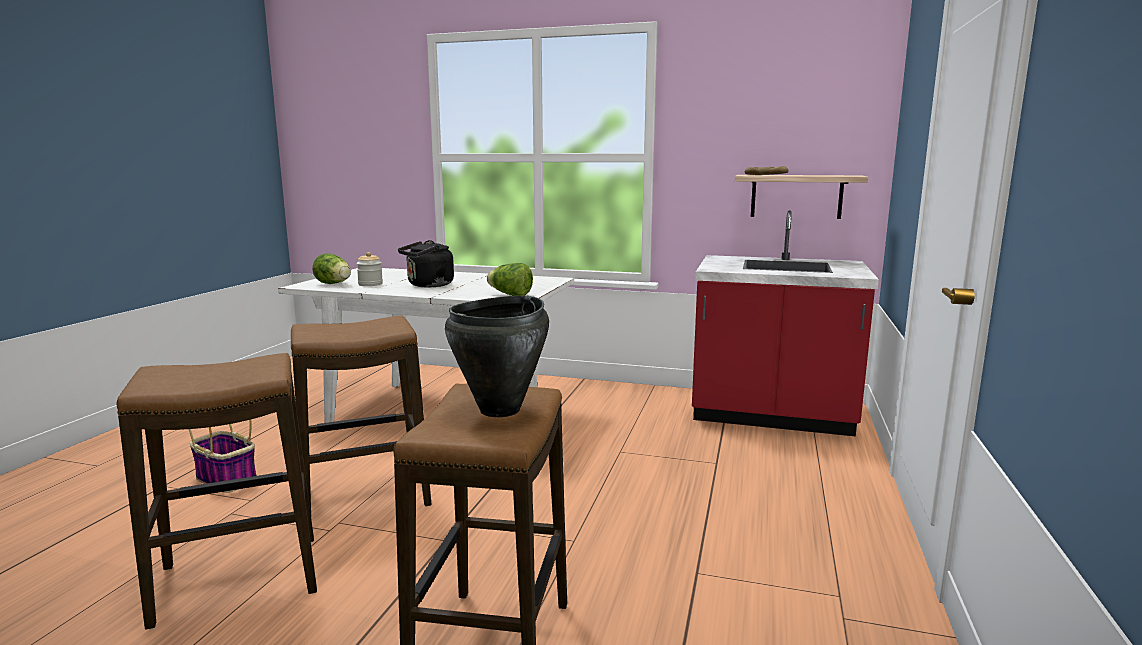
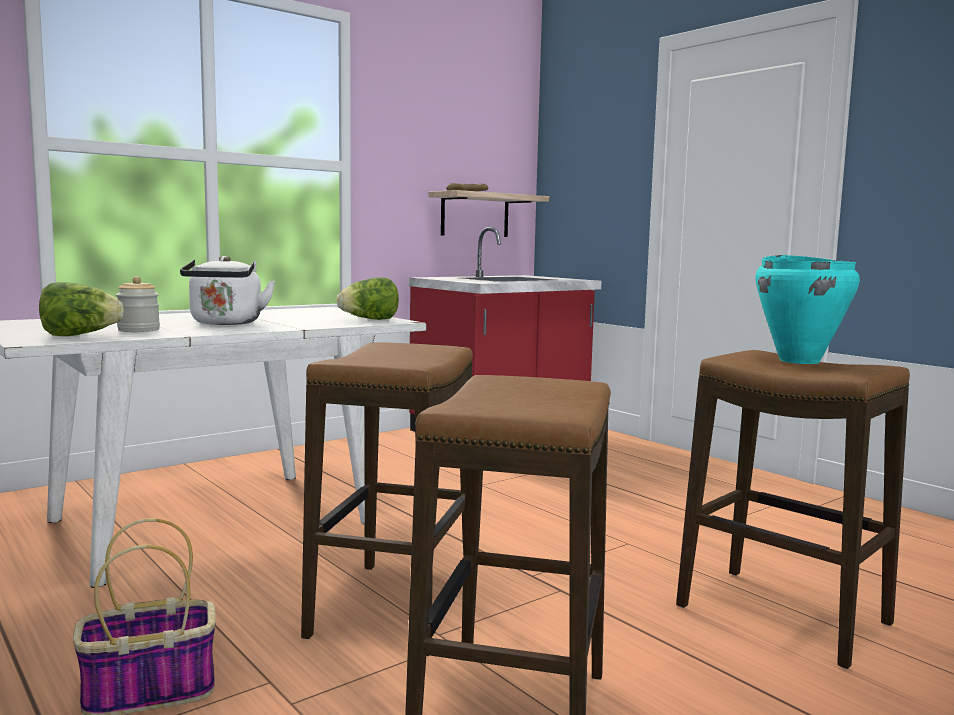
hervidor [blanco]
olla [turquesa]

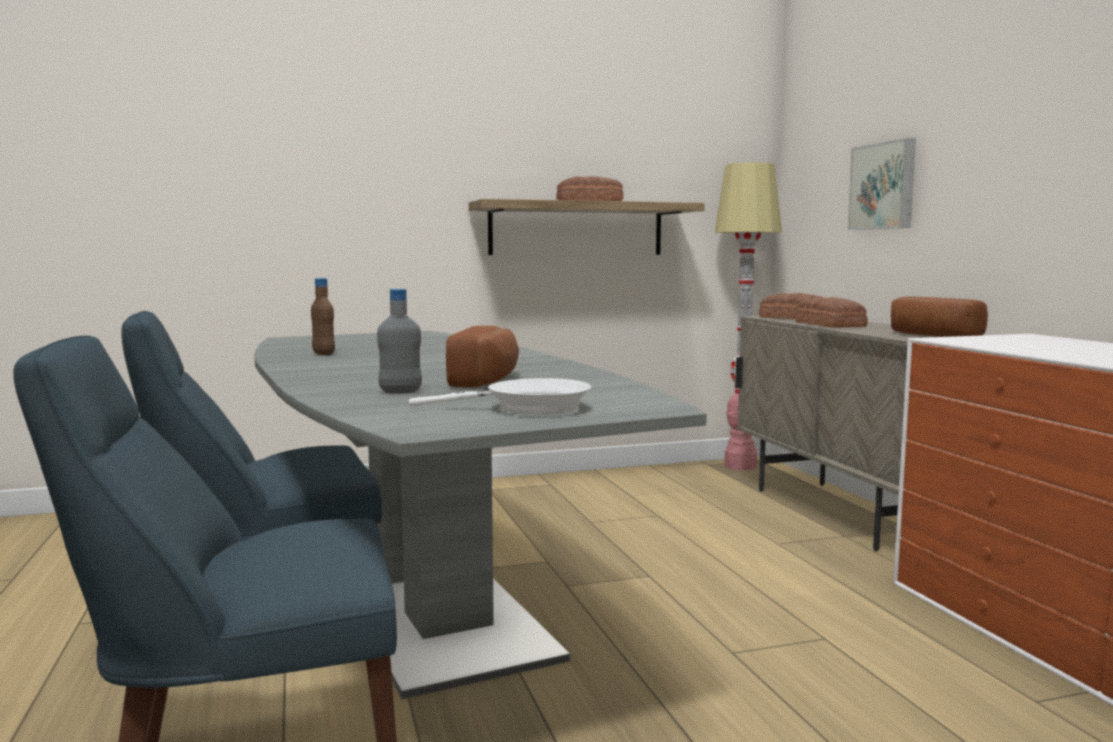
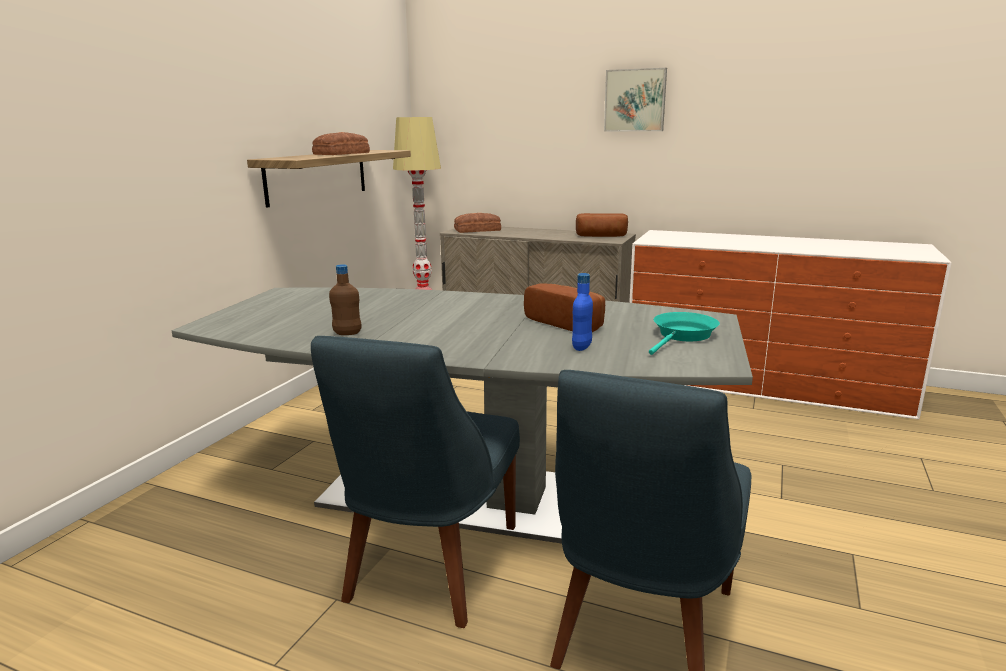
cuadro
botella [azul]
pan (4th from left in the first image)
sartén [turquesa]

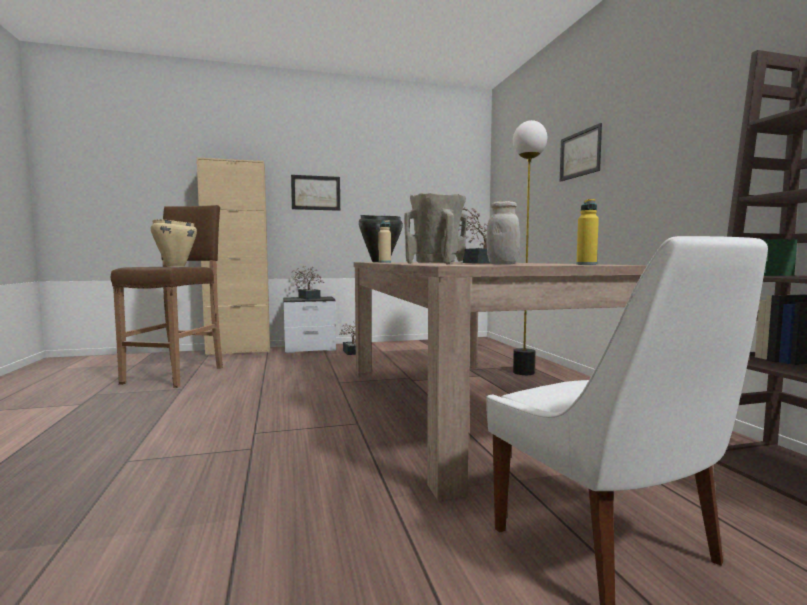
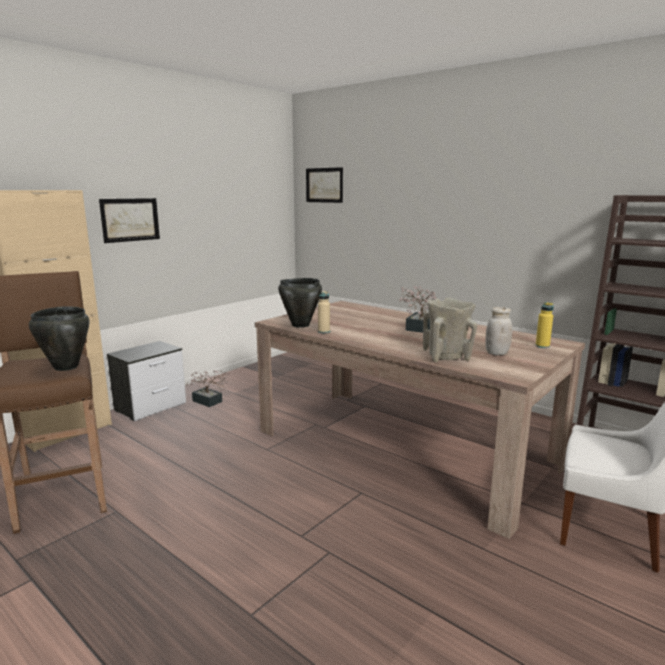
lámpara de pie
cuadro (2nd from left)
olla [negro] (1st from left)
planta en maceta (1st from left in the first image)

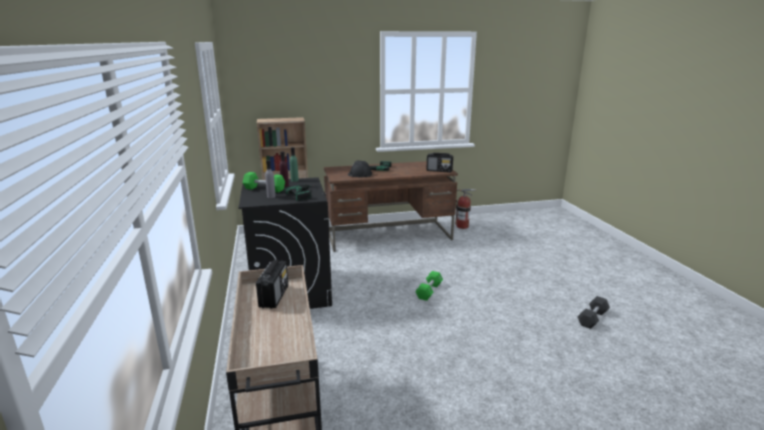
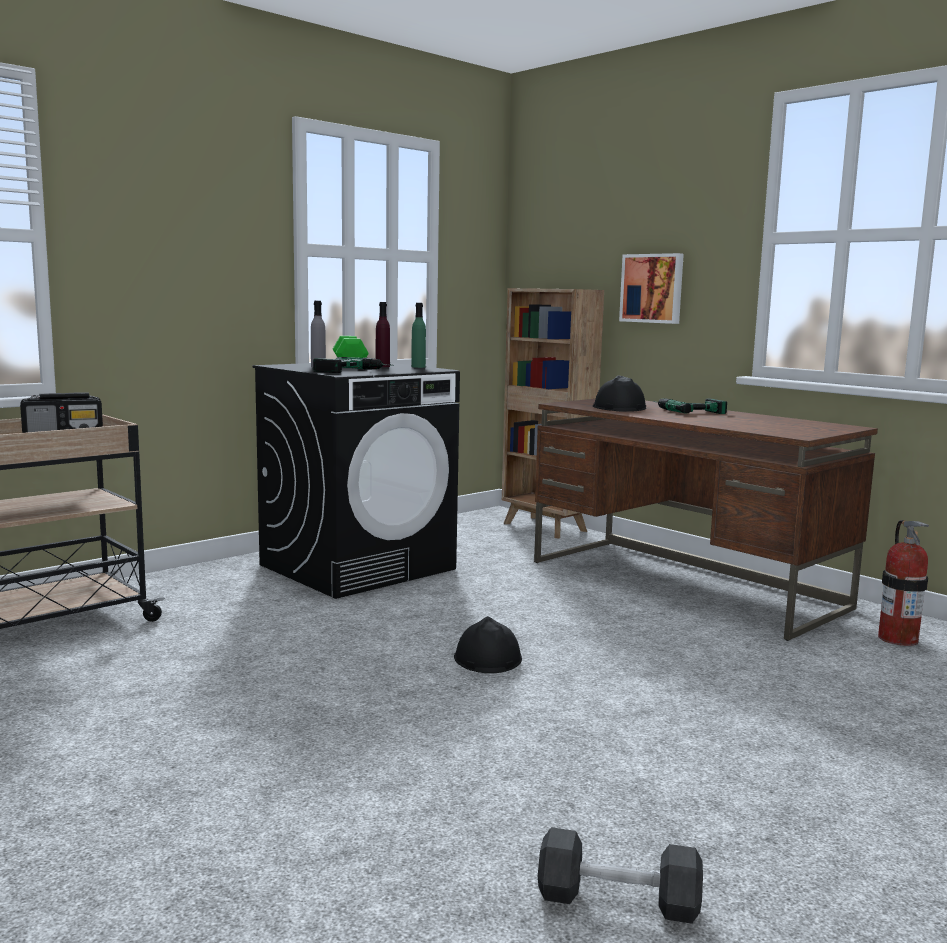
radio (2nd from left in the first image)
casco [negro] (1st from left)
cuadro

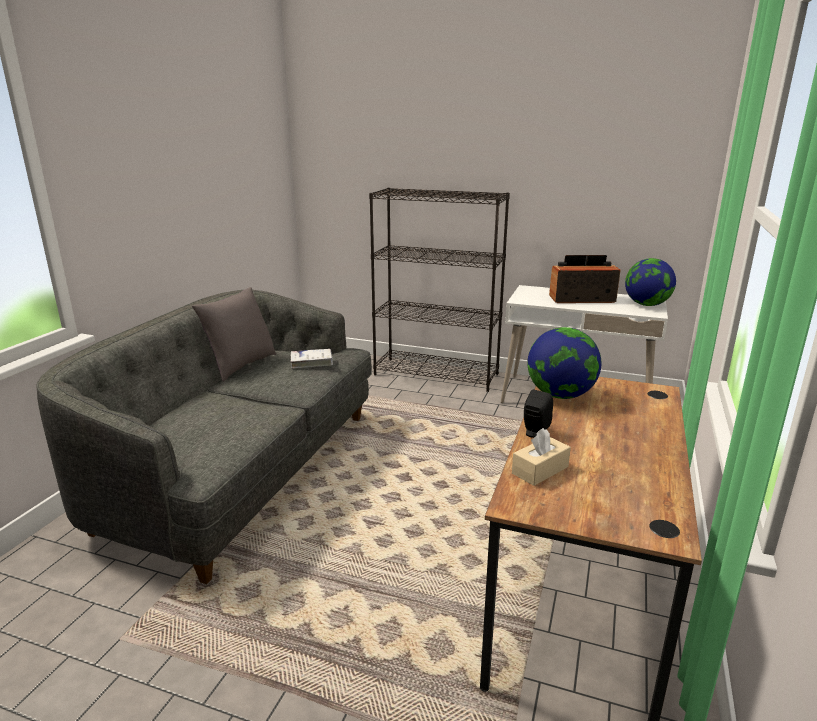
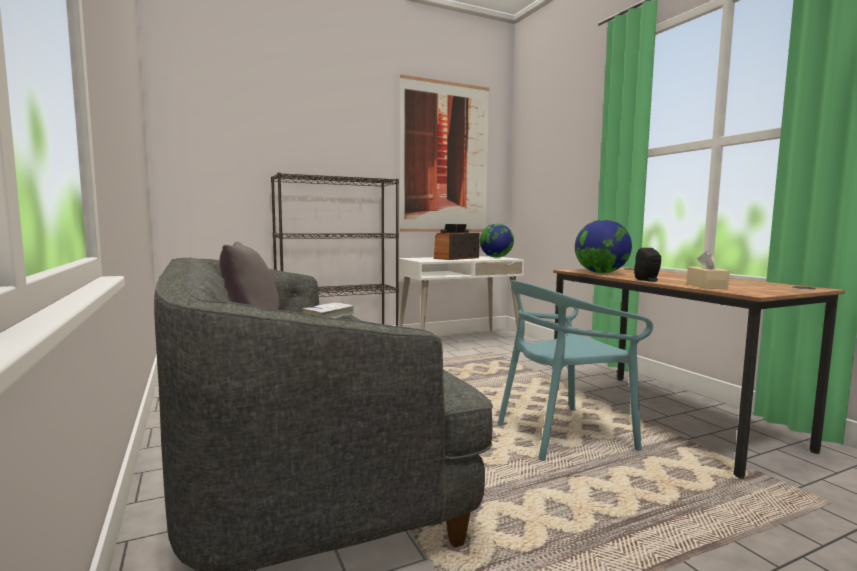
cuadro
silla [turquesa]

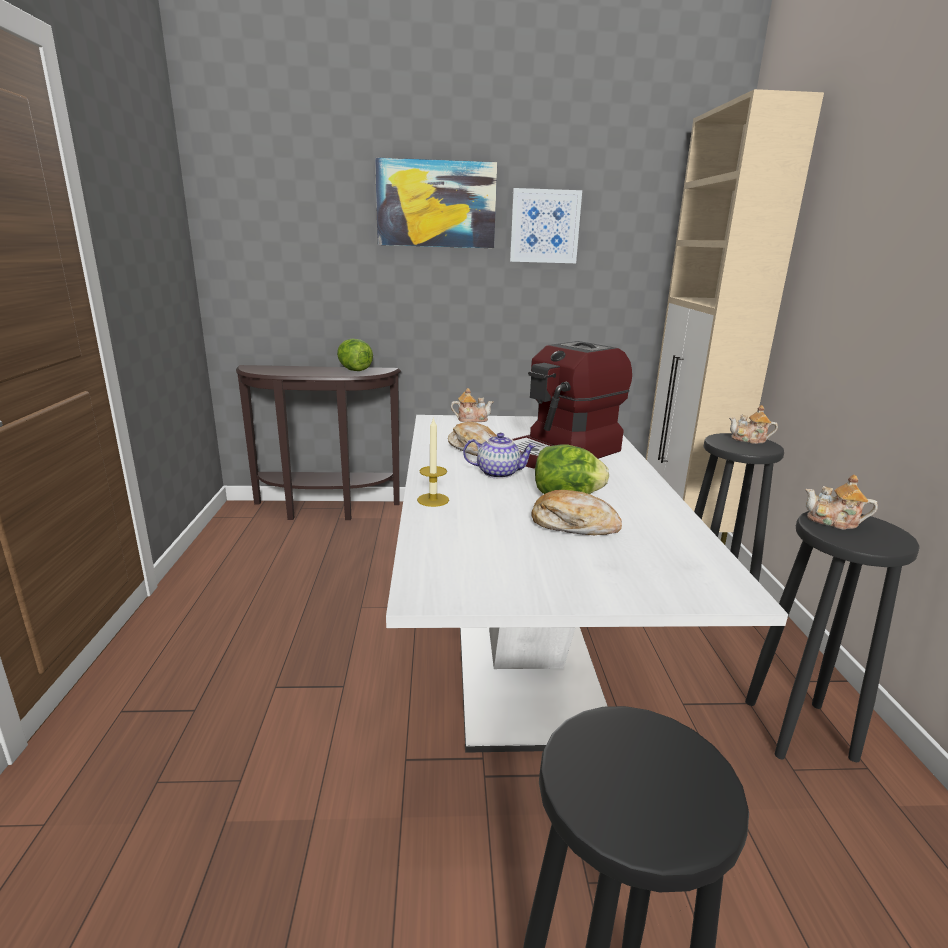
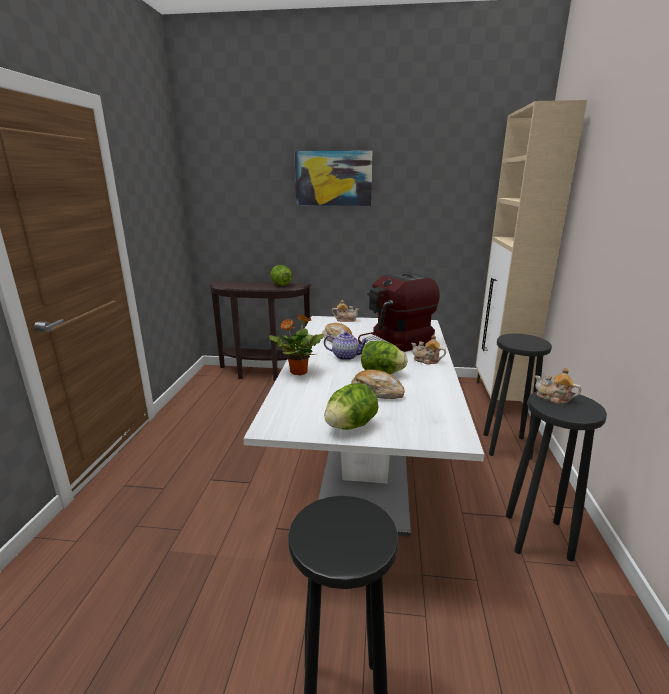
cuadro (2nd from left in the first image)
tetera (3rd from left)
planta en maceta
lechuga (2nd from left)

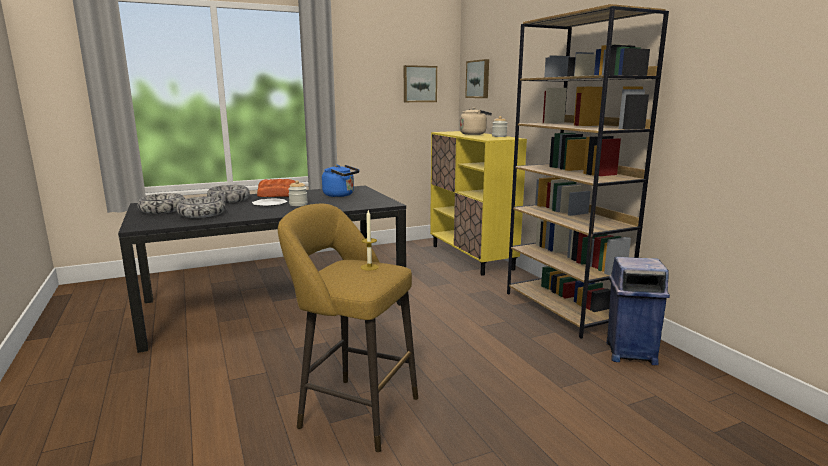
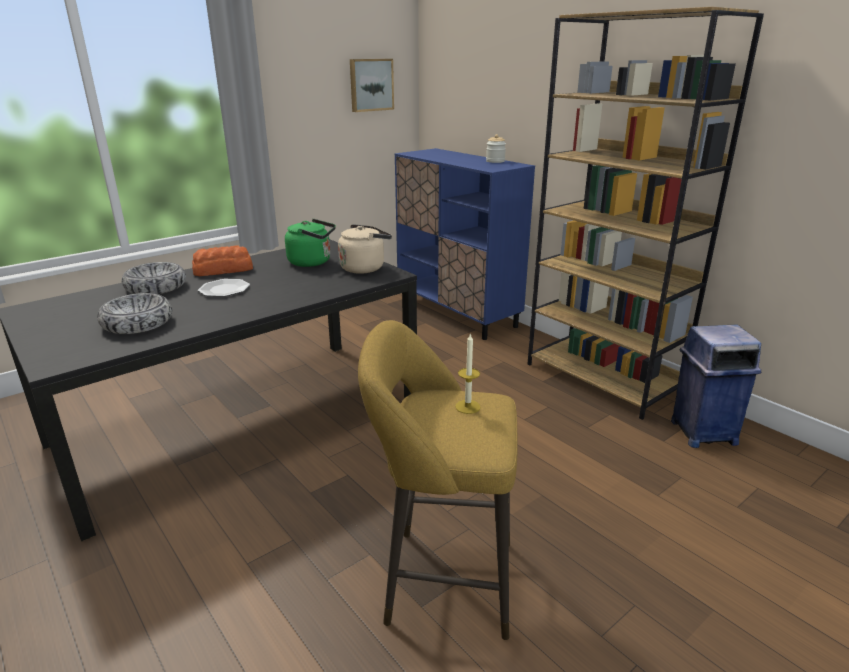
cuadro (2nd from left in the first image)
hervidor [beis]
armario [azul]
hervidor [verde]
tarro (1st from left in the first image)
cuenco (1st from left in the first image)

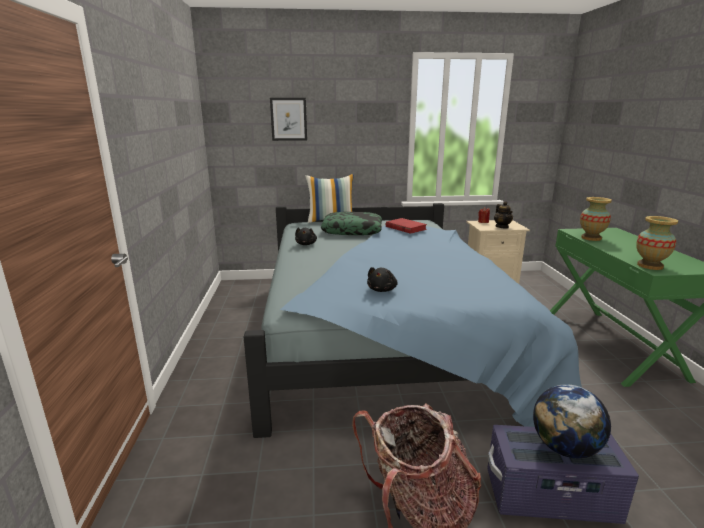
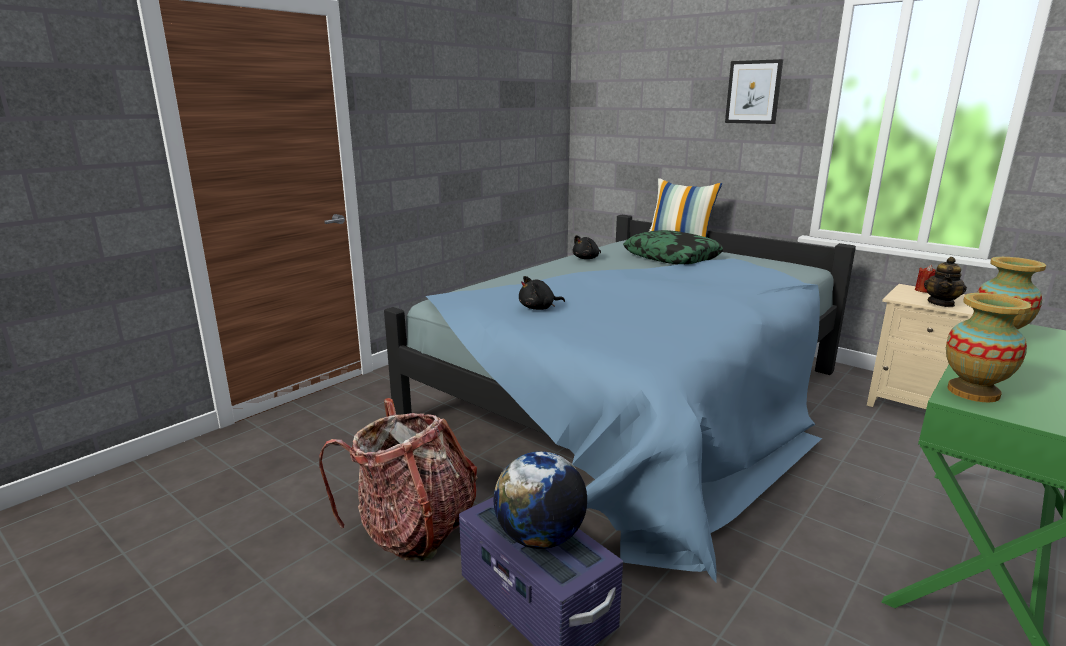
cuadro
libro [rojo]

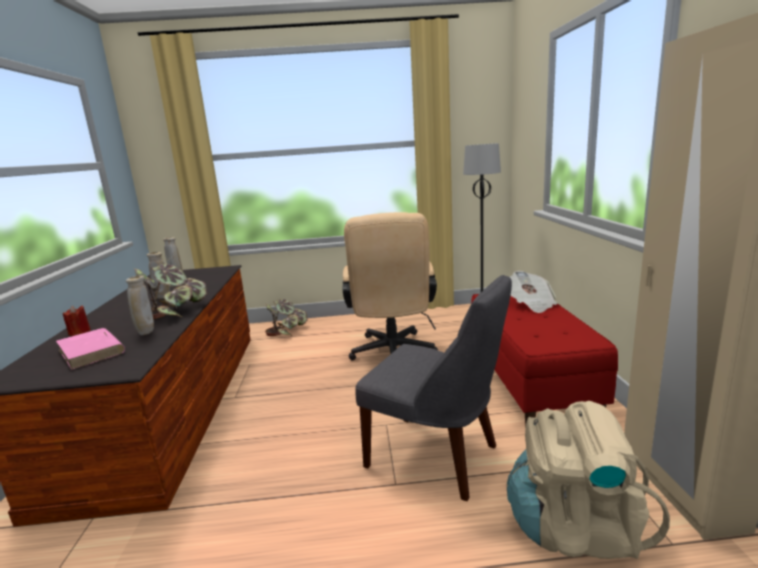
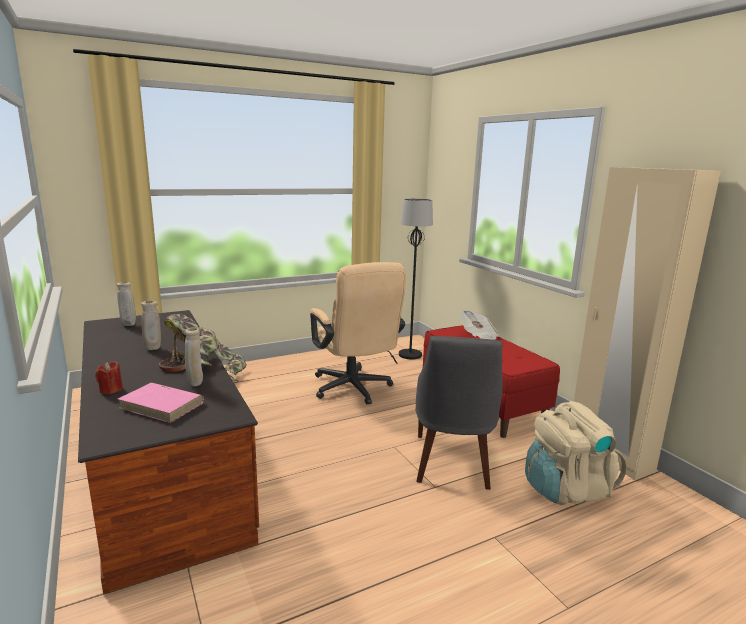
silla [gris]

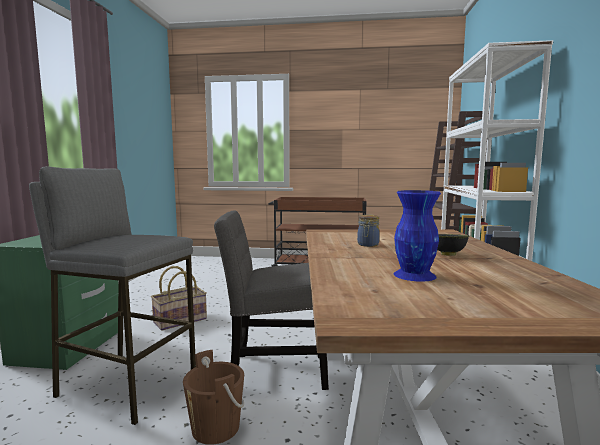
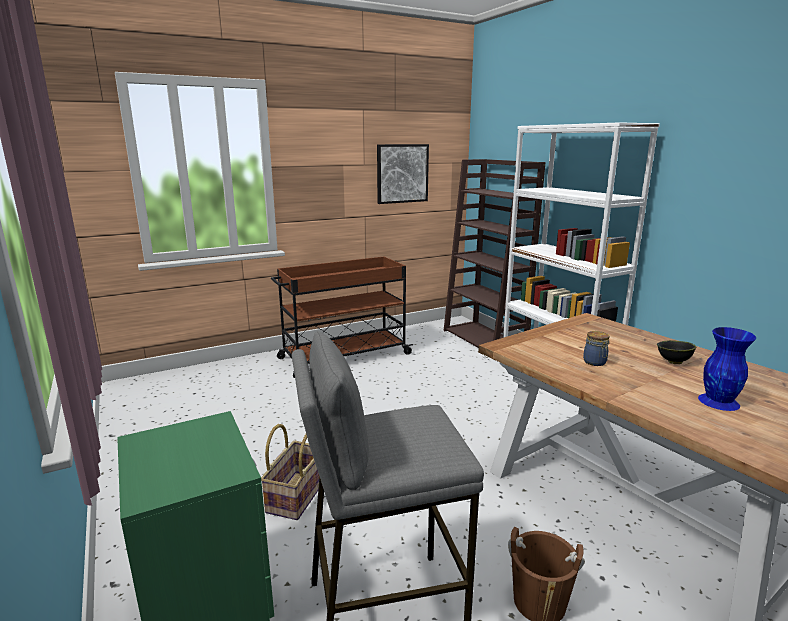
silla [gris]
cuadro

